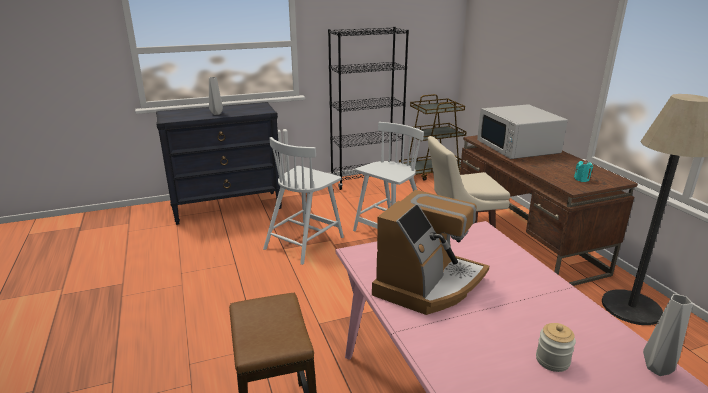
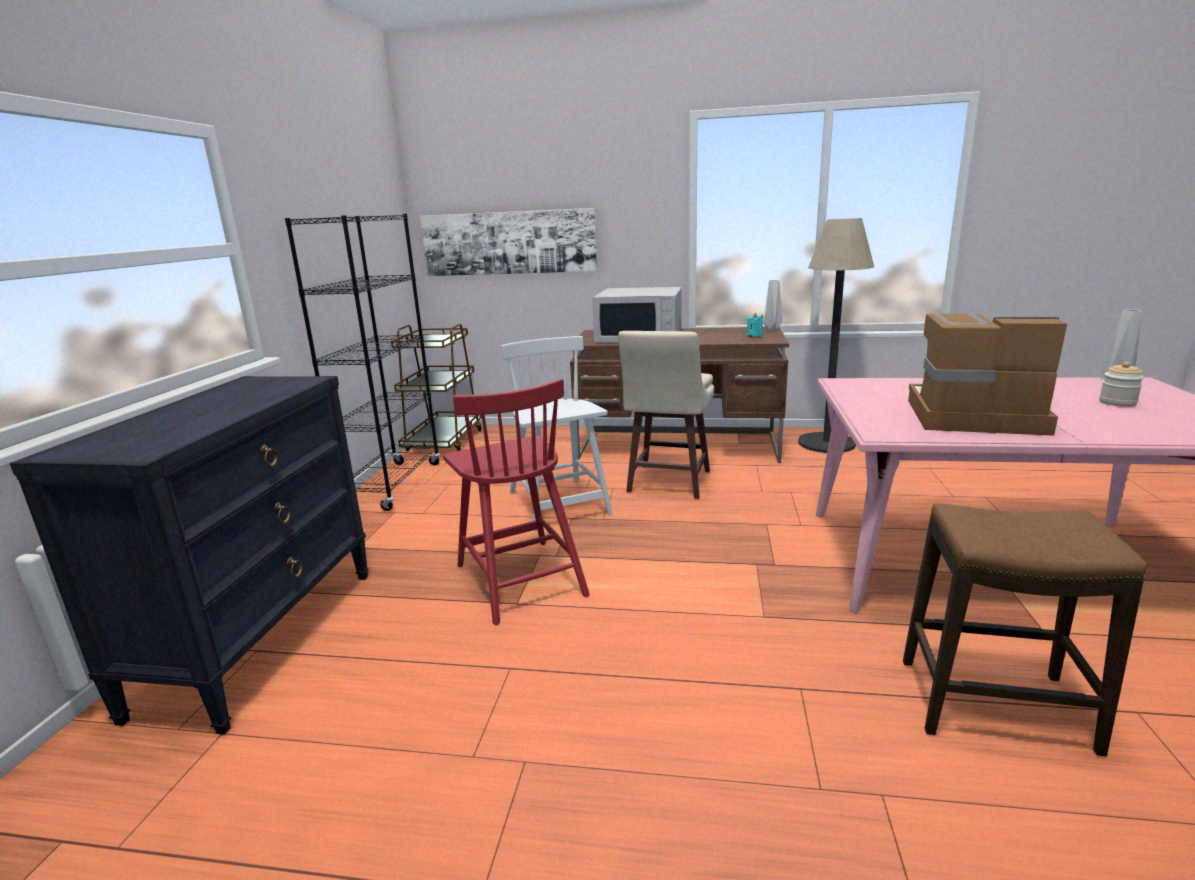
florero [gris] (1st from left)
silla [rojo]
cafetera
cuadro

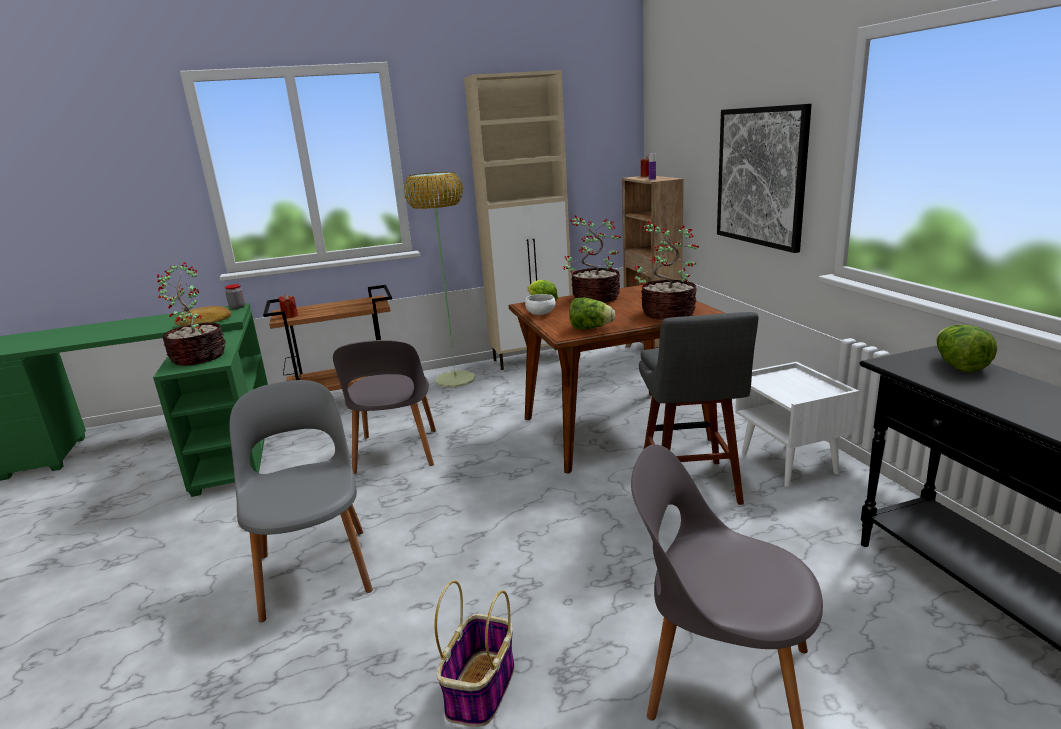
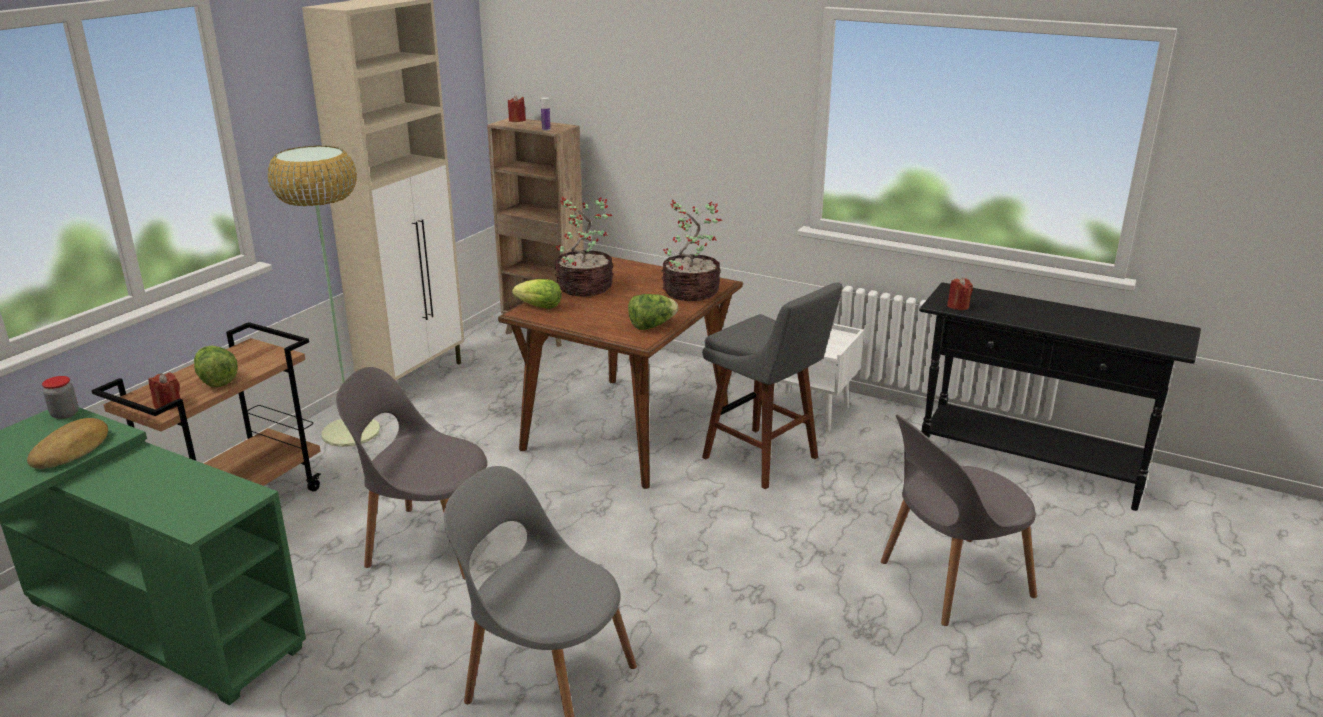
cuadro
planta en maceta (1st from left in the first image)
cuenco [blanco]
lechuga (1st from left)
silla [gris] (1st from left)
cesta
vela [rojo] (3rd from left)

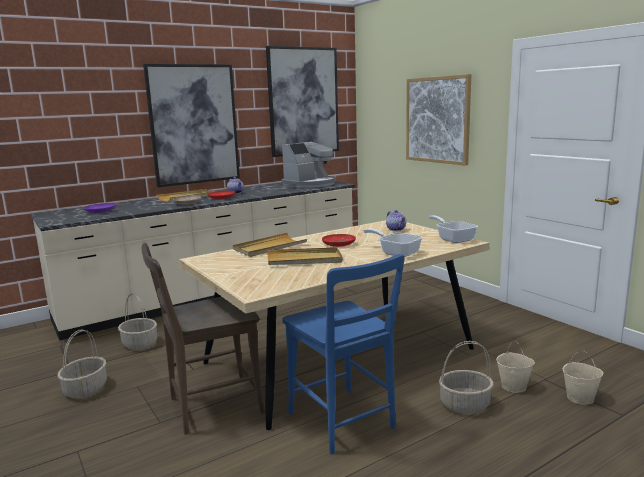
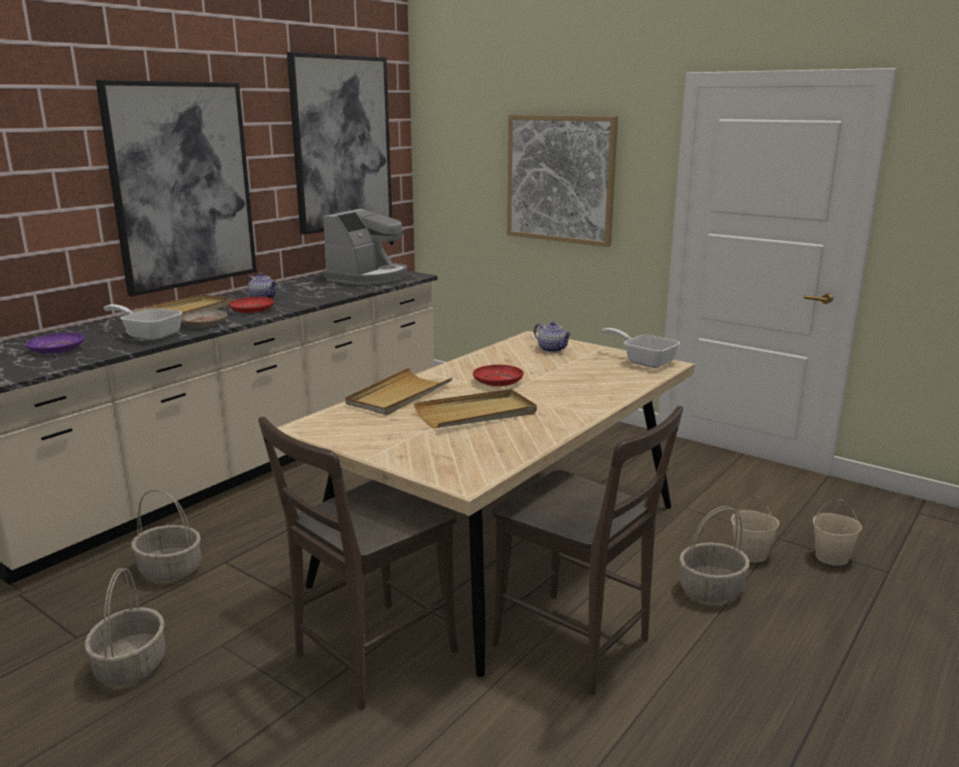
sartén (1st from left)
silla [marrón] (2nd from left)

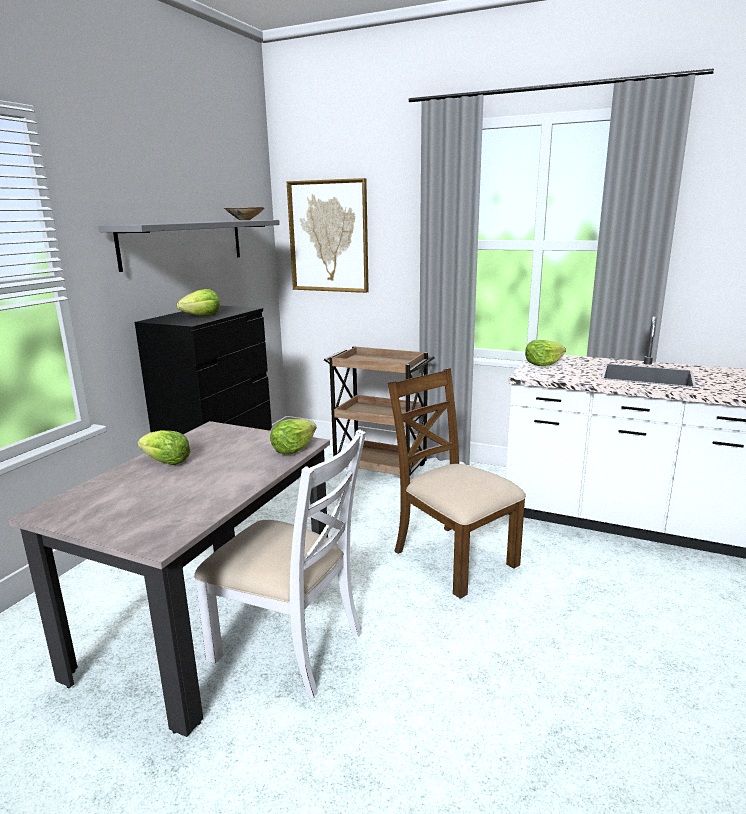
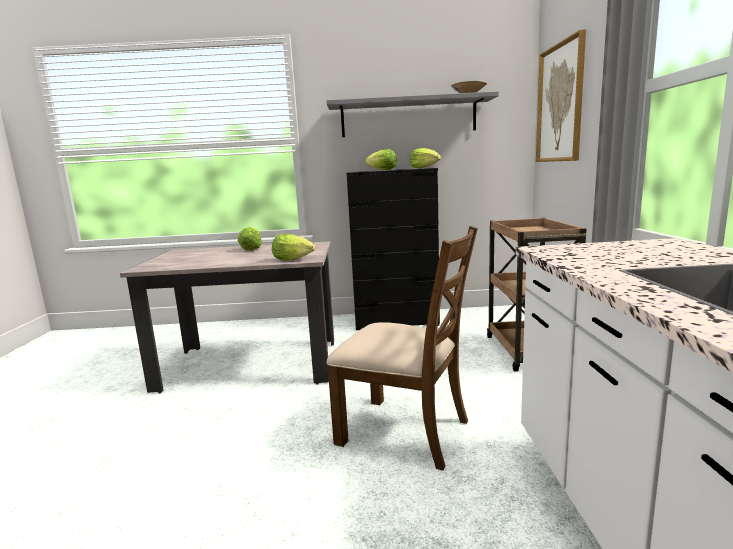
lechuga (4th from left)
silla [marrón]
silla [blanco]

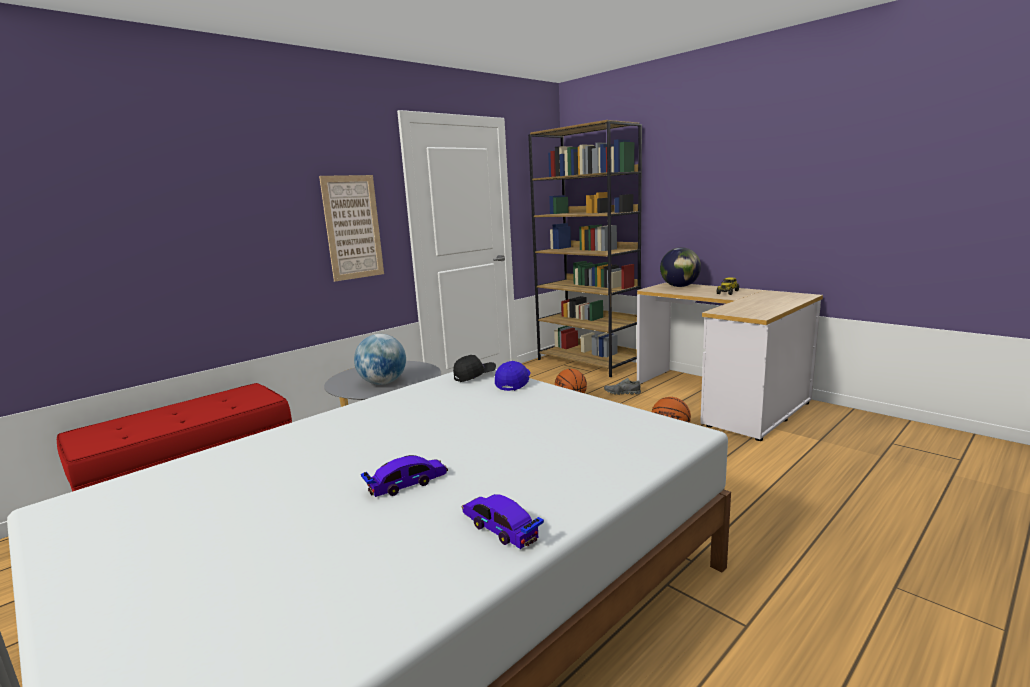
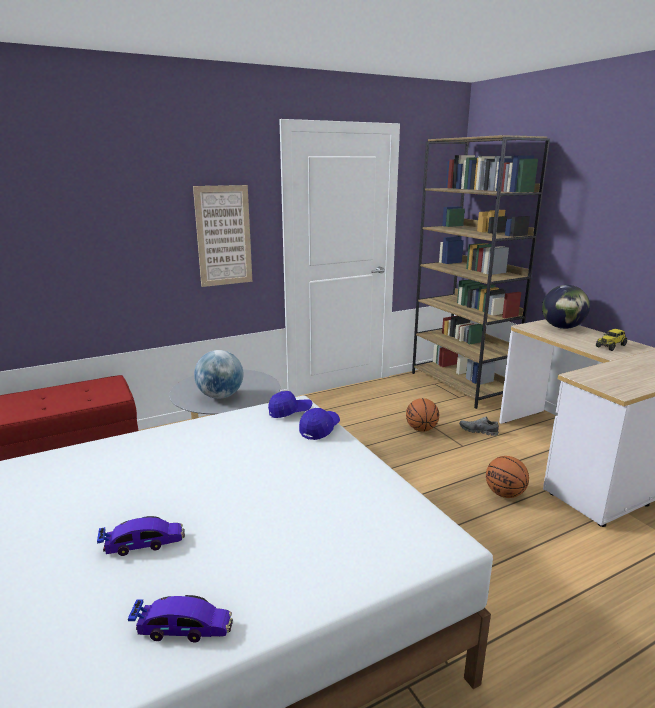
gorra [azul] (1st from left)
coche de juguete (2nd from left)

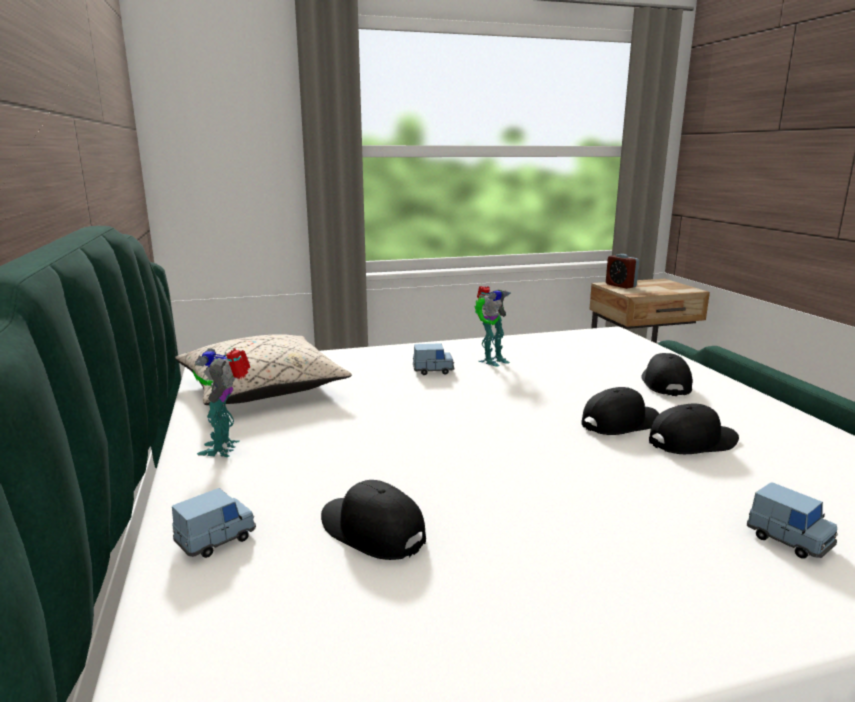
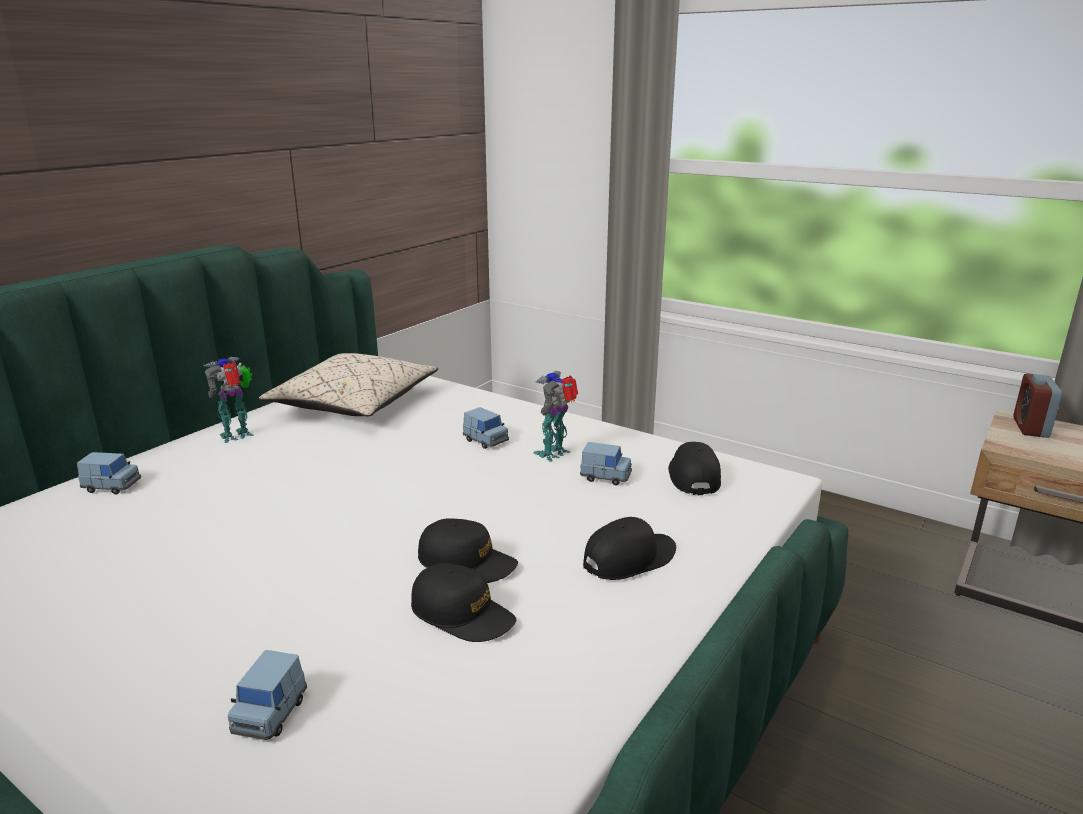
robot de juguete (2nd from left)
gorra [negro] (4th from left)
coche de juguete [azul] (4th from left)

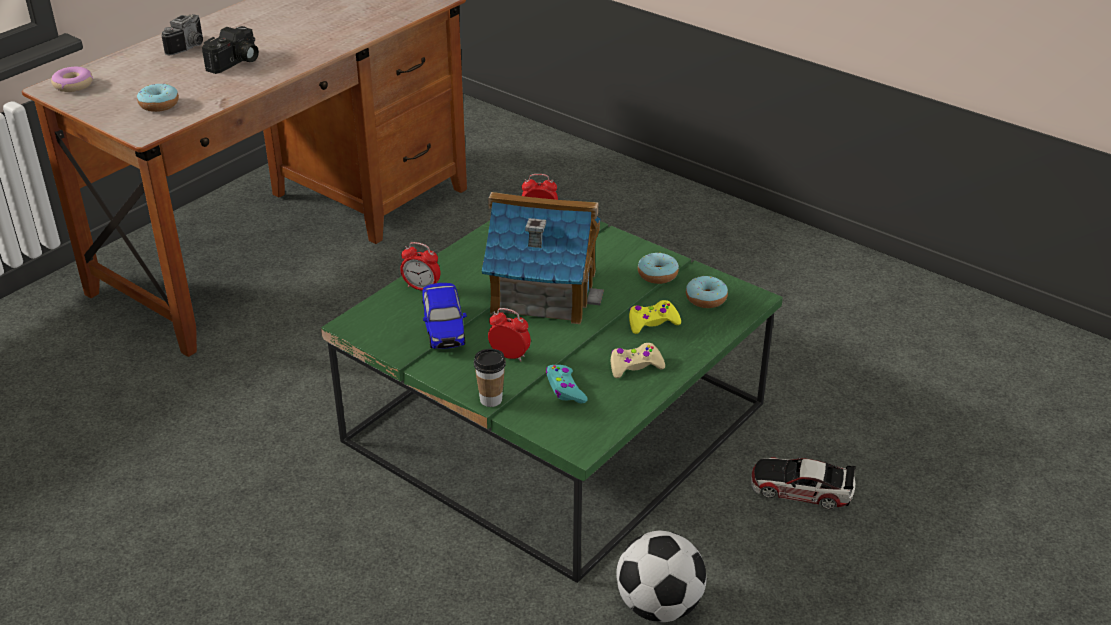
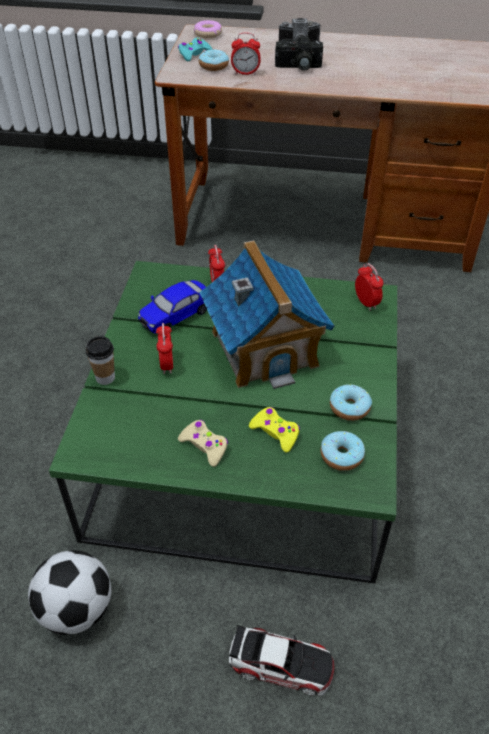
mando de consola [turquesa]
coche de juguete (2nd from left)
despertador (3rd from left)

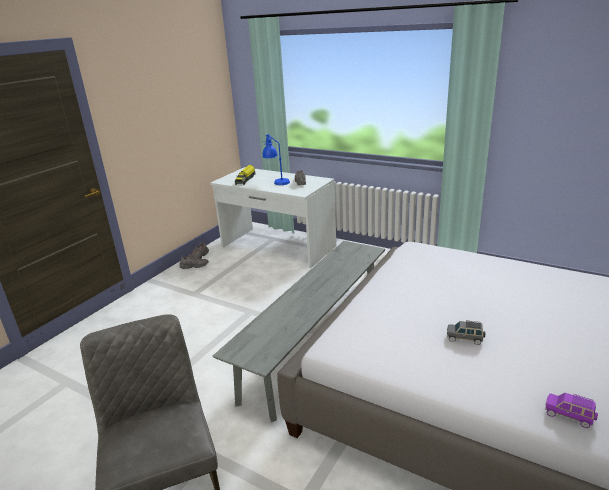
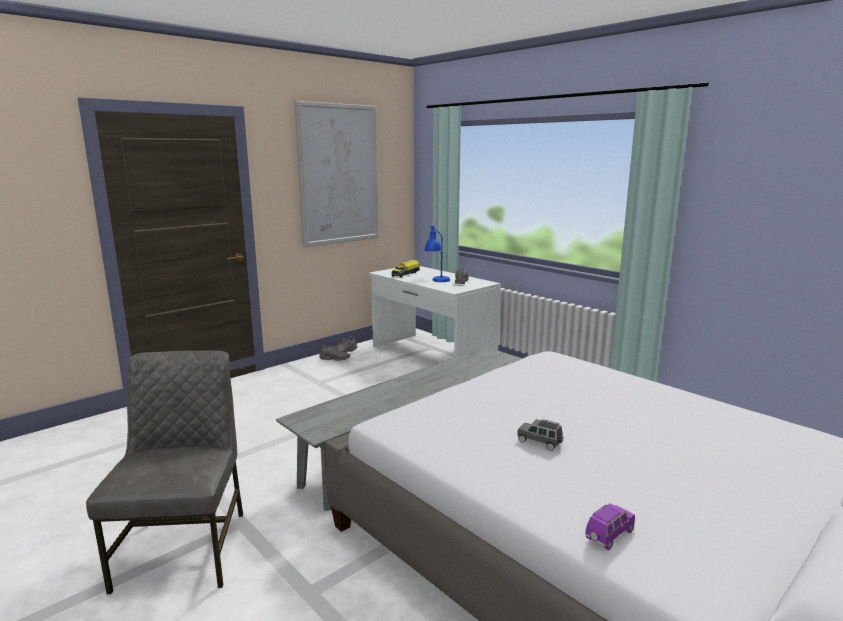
coche de juguete [morado]
cuadro

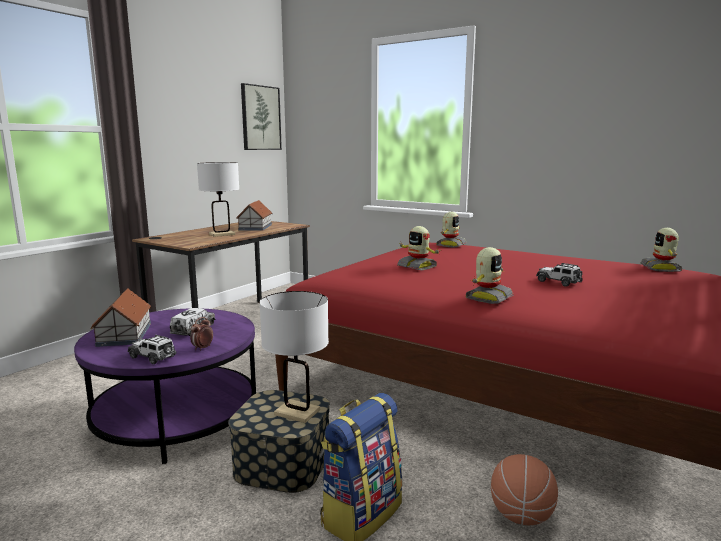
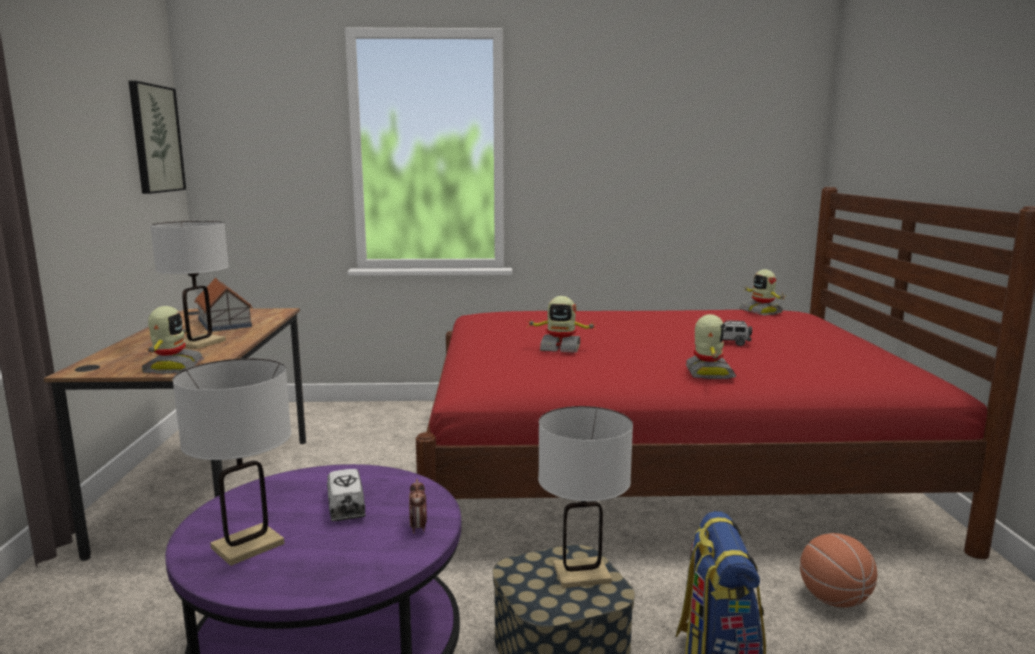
robot de juguete (1st from left)
lámpara de mesa [blanco] (2nd from left)
coche de juguete (1st from left in the first image)

